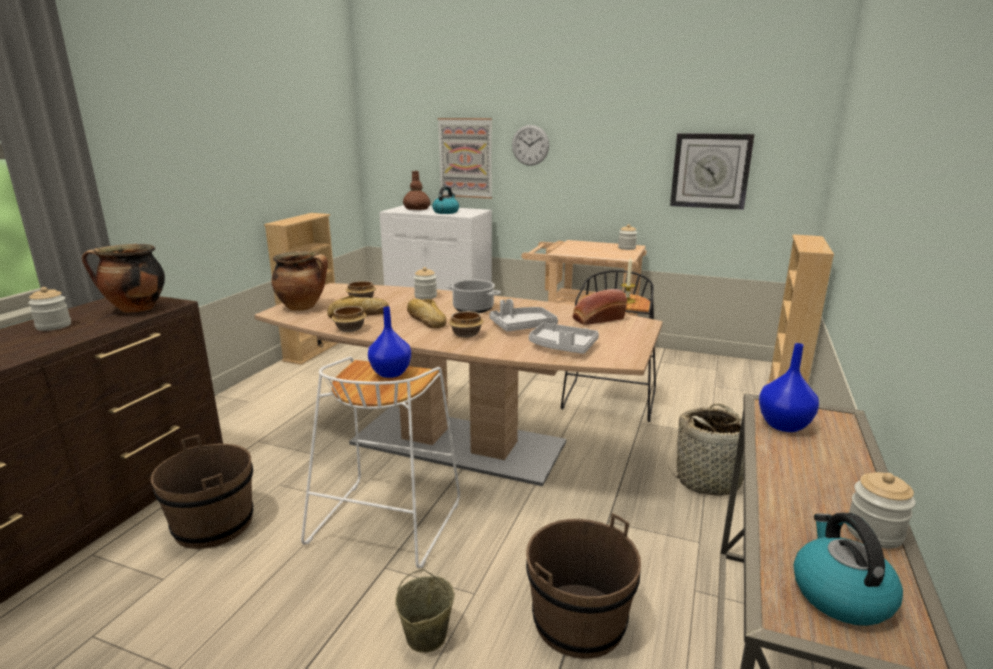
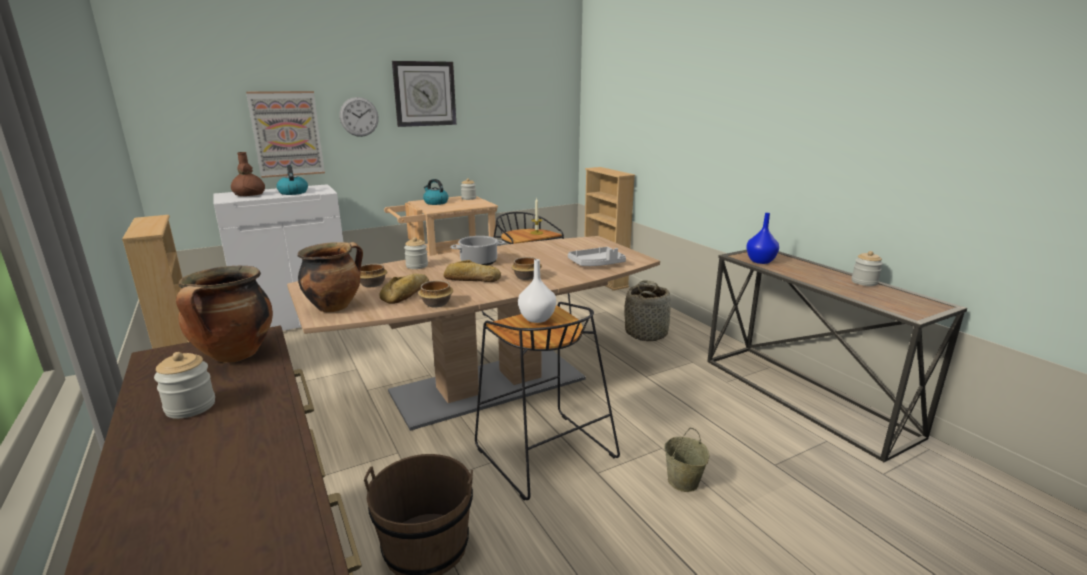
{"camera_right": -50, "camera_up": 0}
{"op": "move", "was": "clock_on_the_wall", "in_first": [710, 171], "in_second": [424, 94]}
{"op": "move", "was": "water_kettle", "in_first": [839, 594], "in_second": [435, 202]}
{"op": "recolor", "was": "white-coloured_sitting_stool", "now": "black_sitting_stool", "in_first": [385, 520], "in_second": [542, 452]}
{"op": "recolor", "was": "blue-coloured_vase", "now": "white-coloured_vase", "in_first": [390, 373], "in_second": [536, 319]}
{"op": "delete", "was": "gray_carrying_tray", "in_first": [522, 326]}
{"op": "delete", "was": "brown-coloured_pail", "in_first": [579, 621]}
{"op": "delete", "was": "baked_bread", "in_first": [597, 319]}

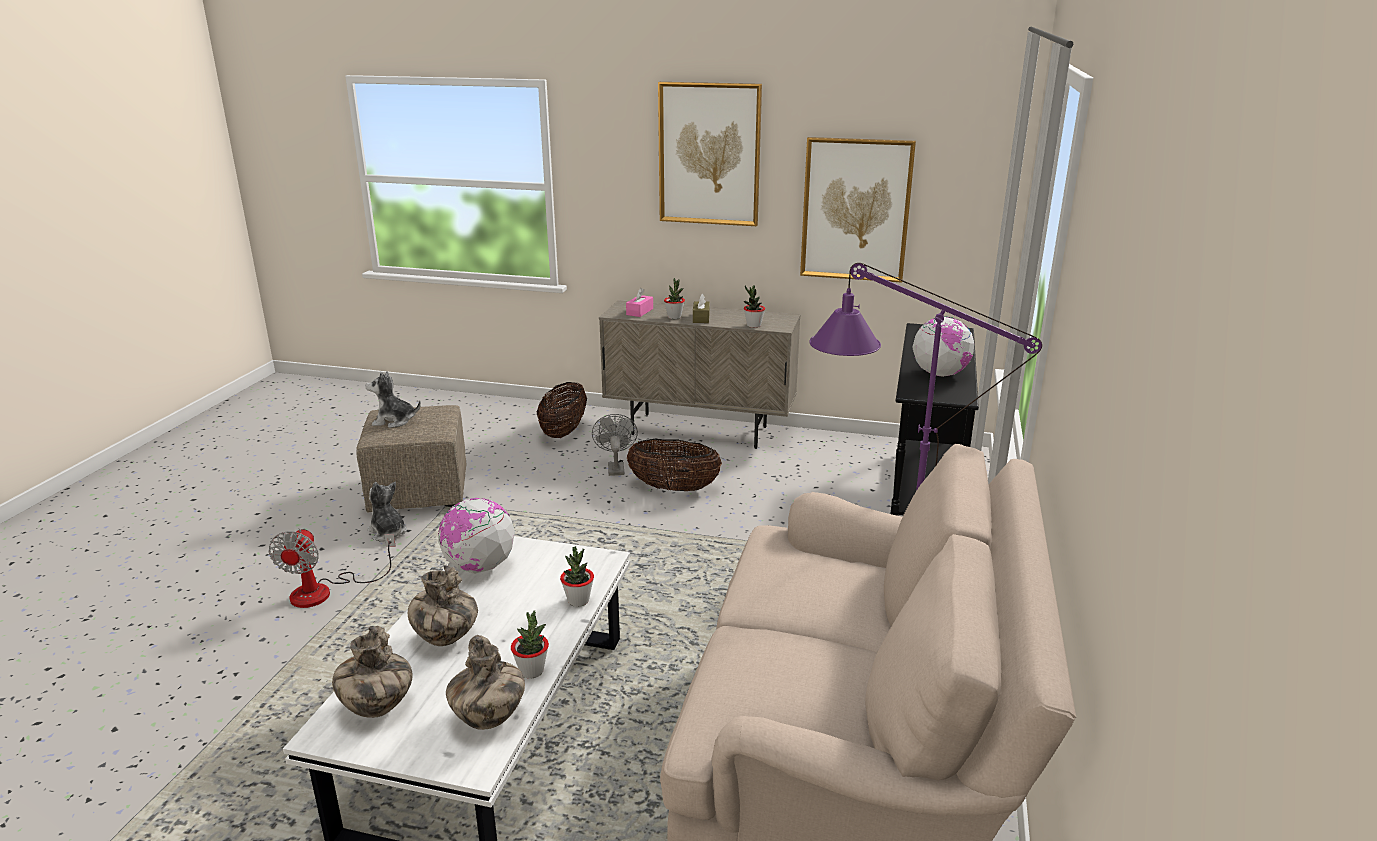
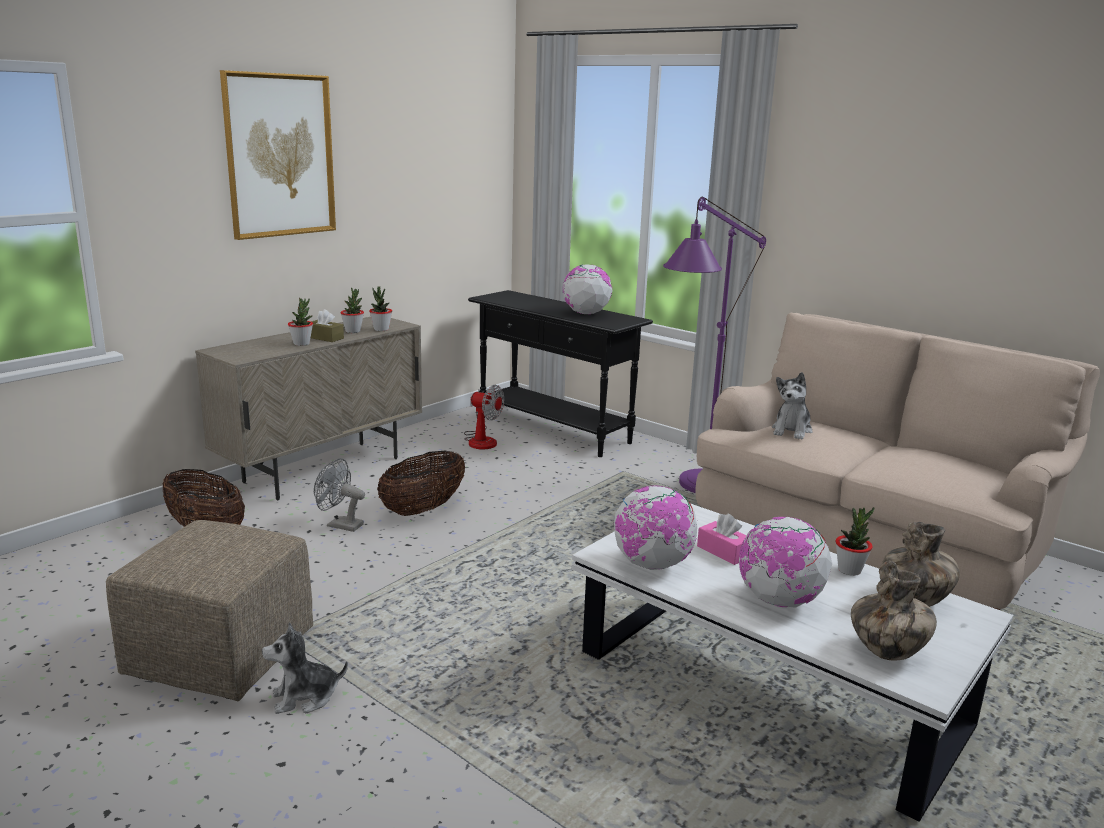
{"camera_right": -65, "camera_up": -5}
{"op": "move", "was": "potted_plant", "in_first": [578, 601], "in_second": [353, 331]}
{"op": "move", "was": "electric_fan", "in_first": [325, 591], "in_second": [481, 440]}
{"op": "move", "was": "pink_tissue_holder", "in_first": [639, 312], "in_second": [723, 552]}
{"op": "replace", "was": "vase", "now": "globe", "in_first": [445, 638], "in_second": [779, 601]}
{"op": "move", "was": "cuddly_toy", "in_first": [394, 421], "in_second": [791, 431]}
{"op": "delete", "was": "wall_art", "in_first": [856, 210]}

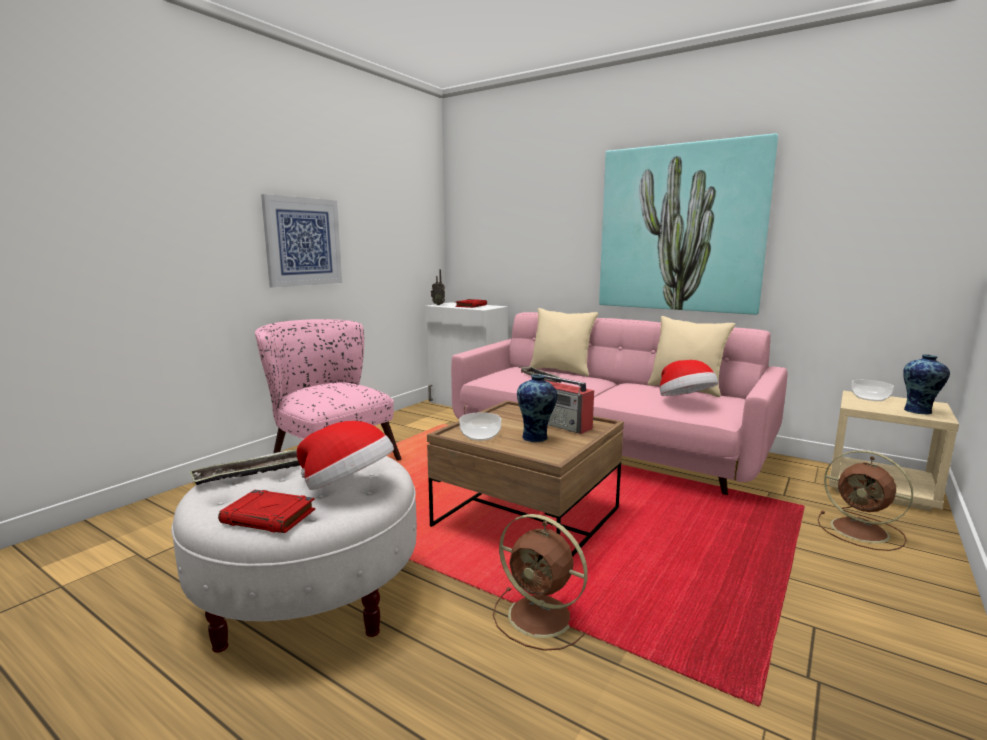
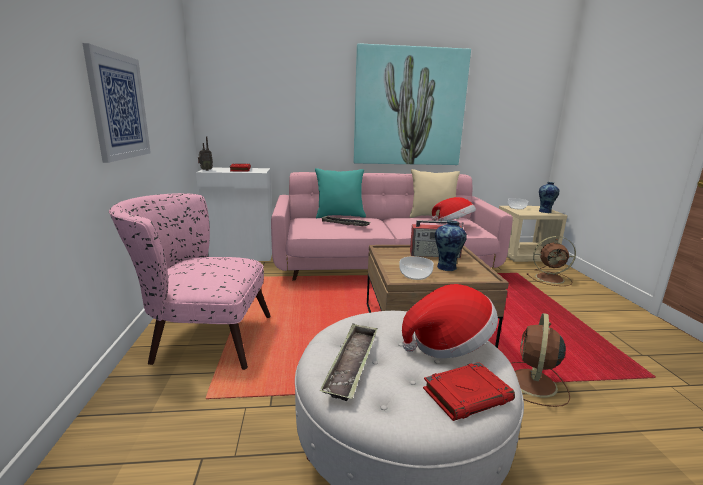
{"camera_right": -40, "camera_up": 5}
{"op": "recolor", "was": "beige-coloured_throw_pillow", "now": "turquoise-coloured_throw_pillow", "in_first": [561, 371], "in_second": [340, 216]}
{"op": "rotate", "was": "brown-coloured_electric_fan", "in_first": [543, 617], "in_second": [533, 384], "clockwise": 120}

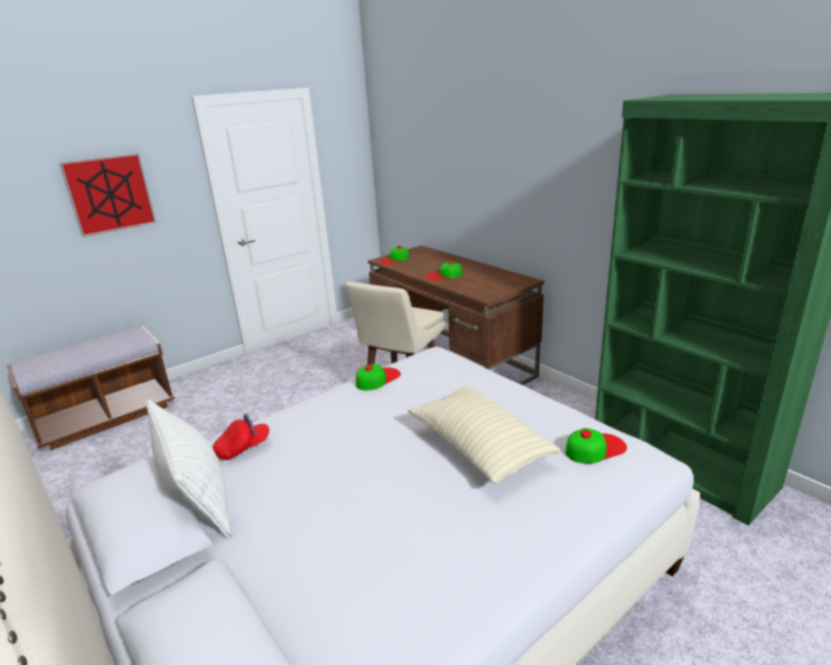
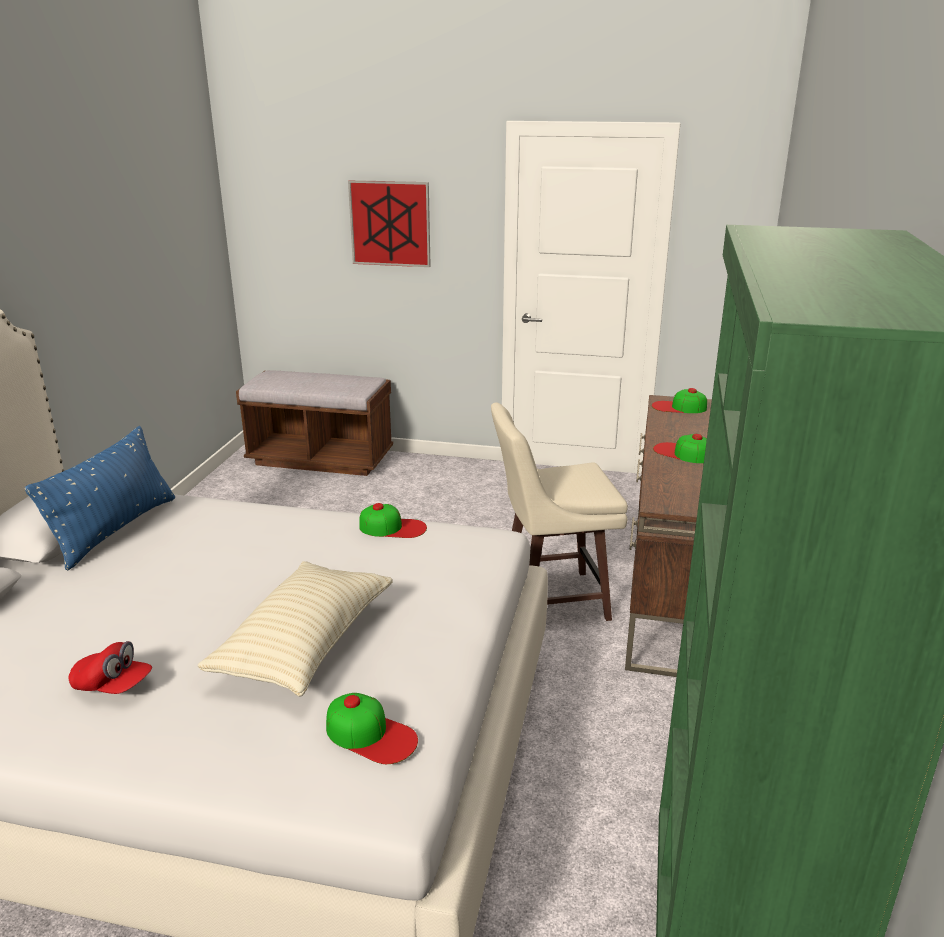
{"camera_right": 50, "camera_up": 0}
{"op": "recolor", "was": "white-coloured_throw_pillow", "now": "blue-coloured_throw_pillow", "in_first": [197, 495], "in_second": [115, 530]}
{"op": "move", "was": "red_baseball_cap", "in_first": [243, 448], "in_second": [113, 685]}

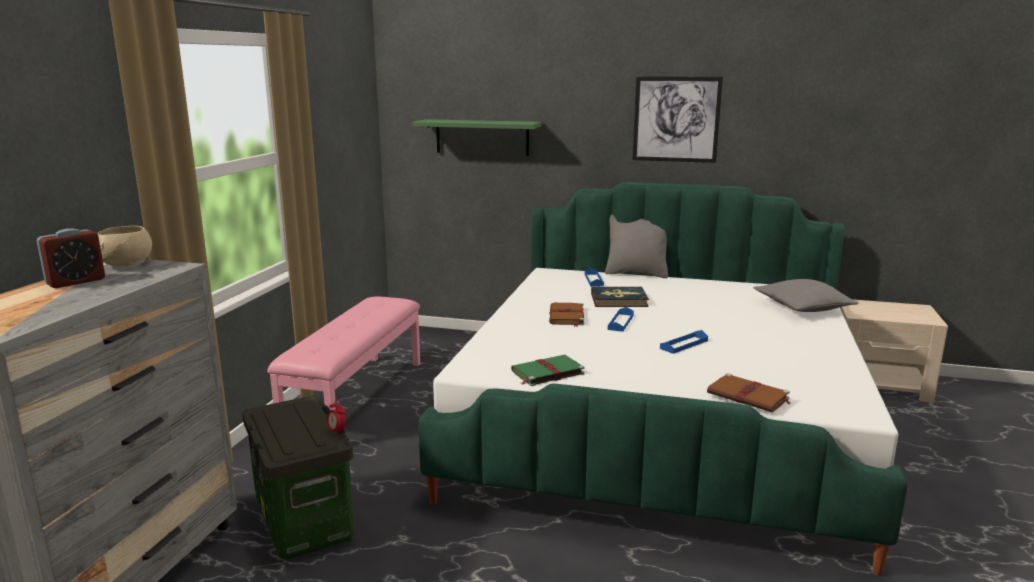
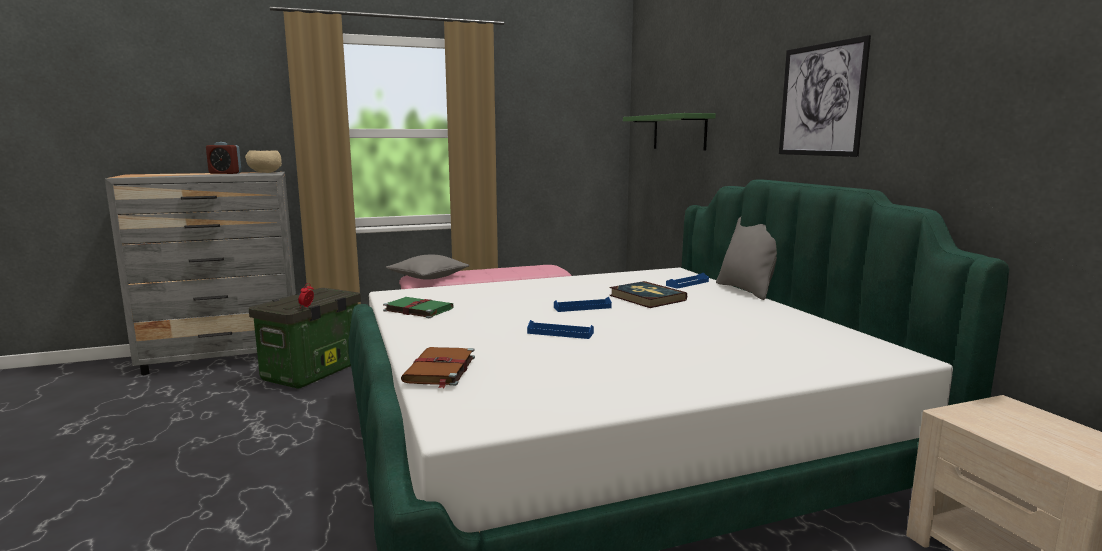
{"camera_right": 55, "camera_up": -5}
{"op": "move", "was": "gray_throw_pillow", "in_first": [802, 308], "in_second": [428, 277]}
{"op": "delete", "was": "brown-coloured_book", "in_first": [566, 316]}

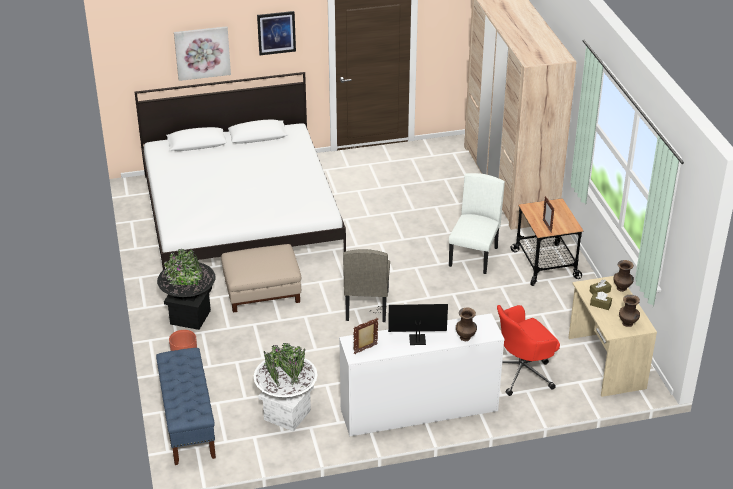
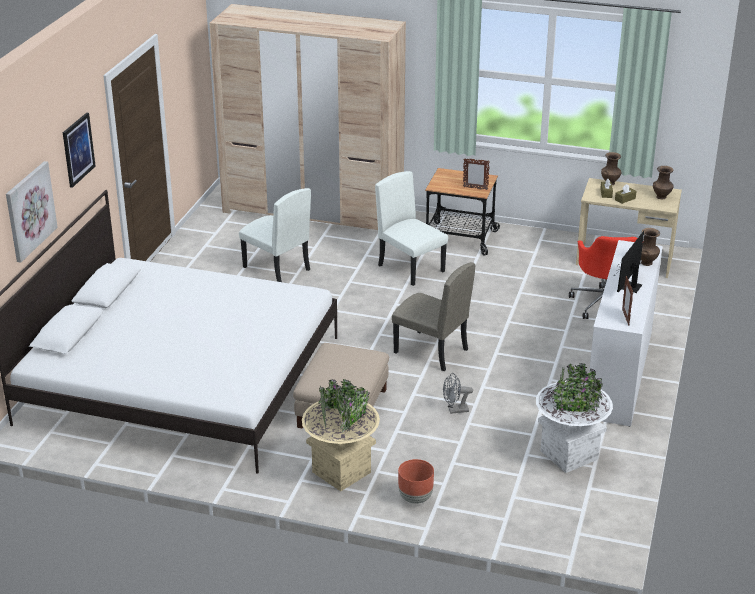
{"camera_right": -60, "camera_up": -5}
{"op": "insert", "now": "white-coloured_chair", "in_second": [276, 268]}
{"op": "recolor", "was": "black_flower_pot", "now": "beige-coloured_flower_pot", "in_first": [190, 317], "in_second": [341, 472]}
{"op": "insert", "now": "gray_electric_fan", "in_second": [455, 410]}
{"op": "delete", "was": "blue-coloured_indoor_bench", "in_first": [188, 423]}

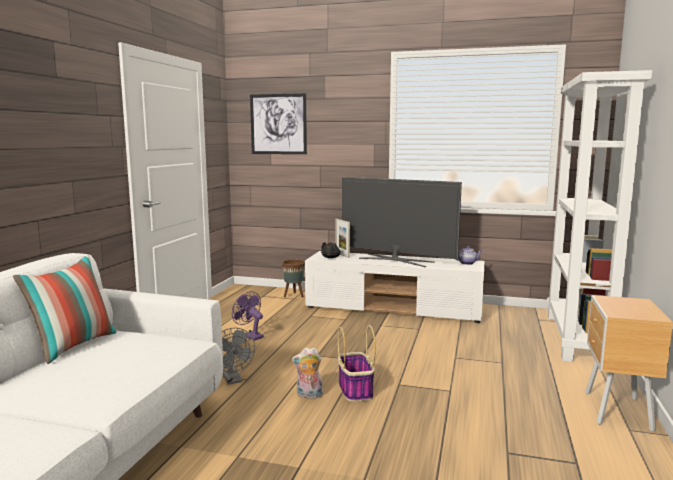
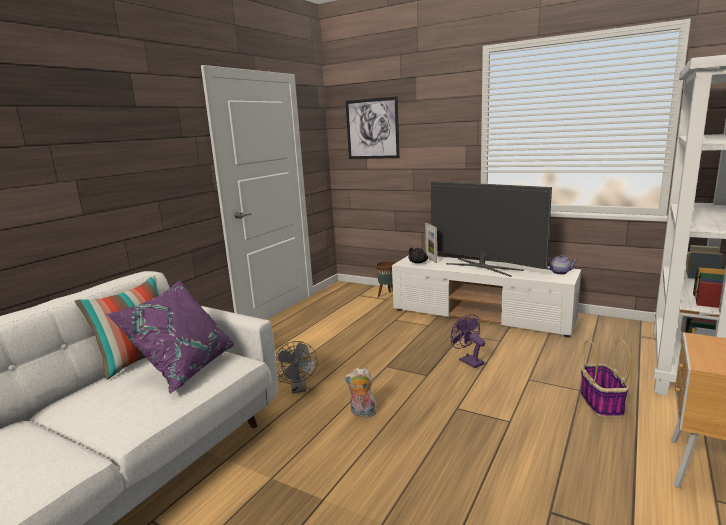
{"camera_right": 15, "camera_up": 5}
{"op": "insert", "now": "purplish_throw_pillow", "in_second": [184, 368]}
{"op": "move", "was": "purplish_electric_fan", "in_first": [249, 336], "in_second": [468, 361]}
{"op": "move", "was": "storage_basket", "in_first": [355, 389], "in_second": [600, 402]}

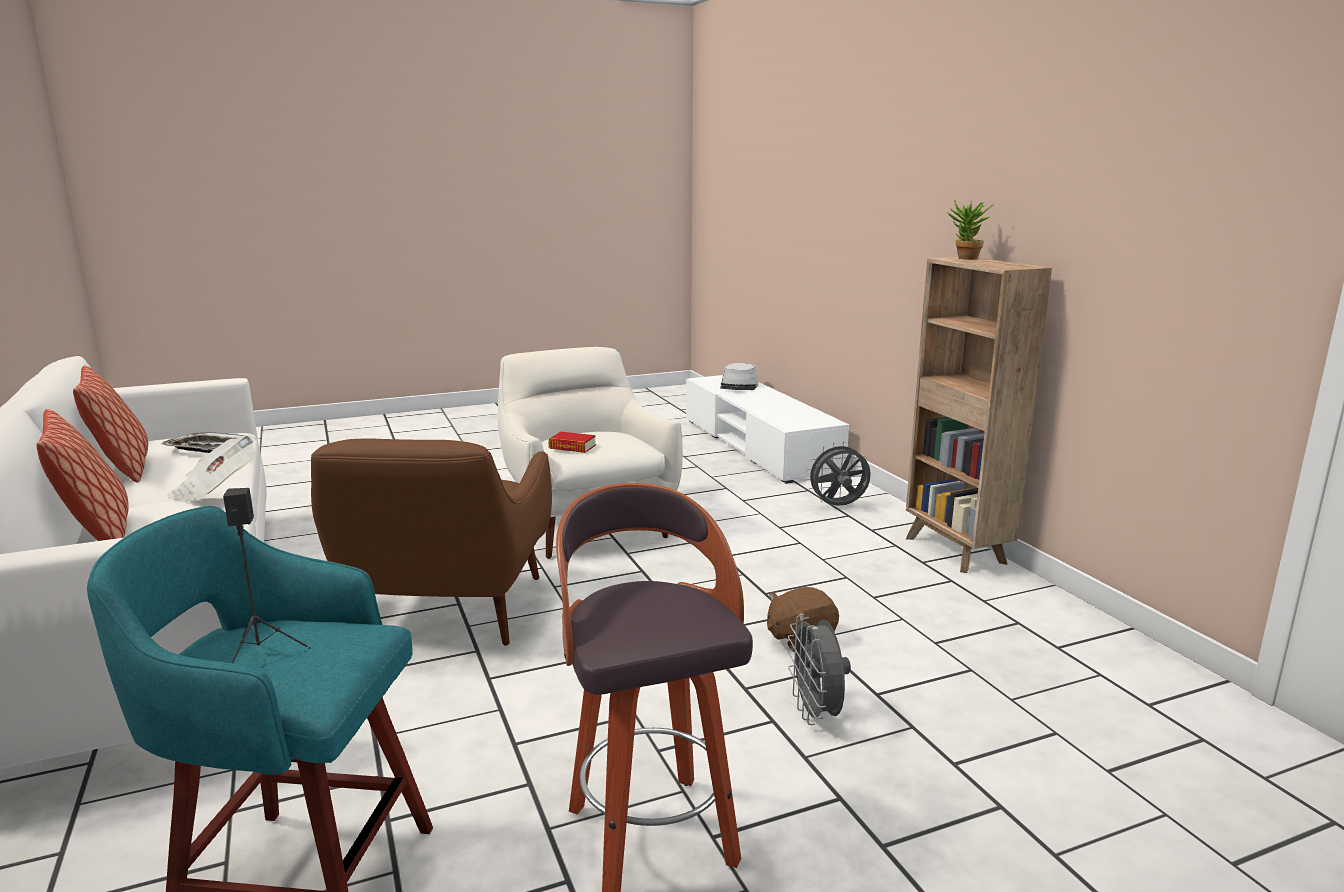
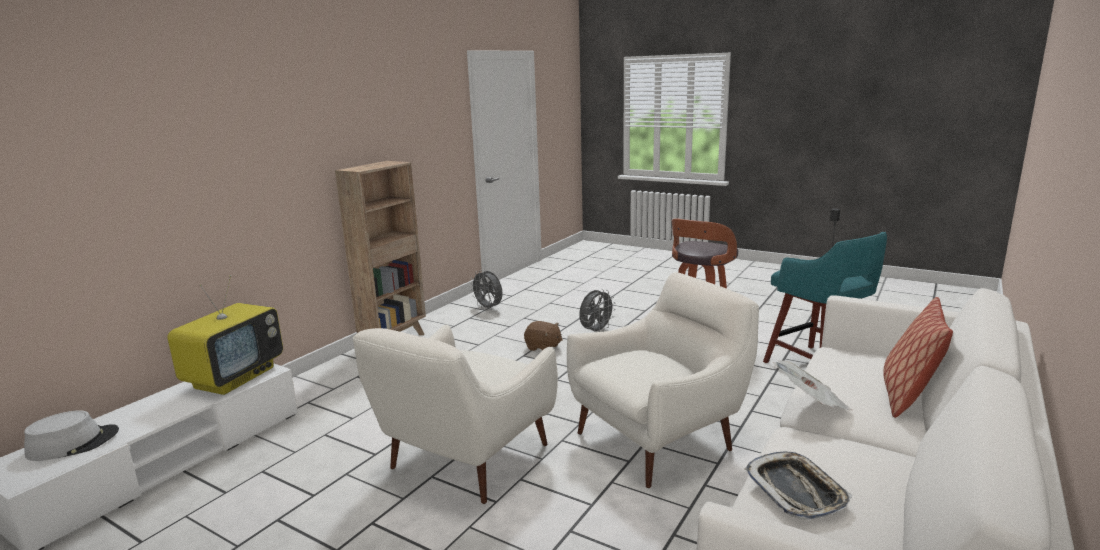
{"camera_right": -125, "camera_up": 0}
{"op": "insert", "now": "TV", "in_second": [235, 377]}
{"op": "move", "was": "gray_electric_fan", "in_first": [838, 507], "in_second": [488, 308]}
{"op": "recolor", "was": "brown-coloured_armchair", "now": "white-coloured_armchair", "in_first": [448, 612], "in_second": [659, 439]}
{"op": "delete", "was": "throw_pillow", "in_first": [123, 470]}
{"op": "delete", "was": "book", "in_first": [572, 447]}
{"op": "delete", "was": "potted_plant", "in_first": [965, 258]}

